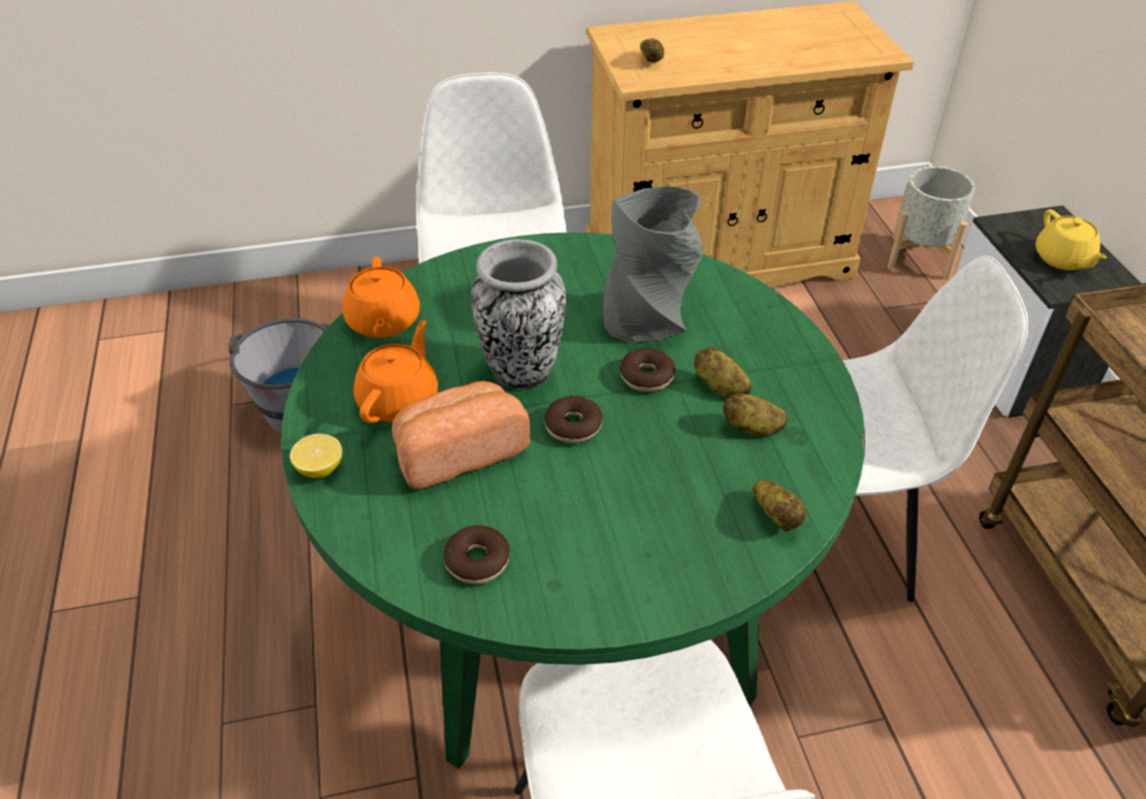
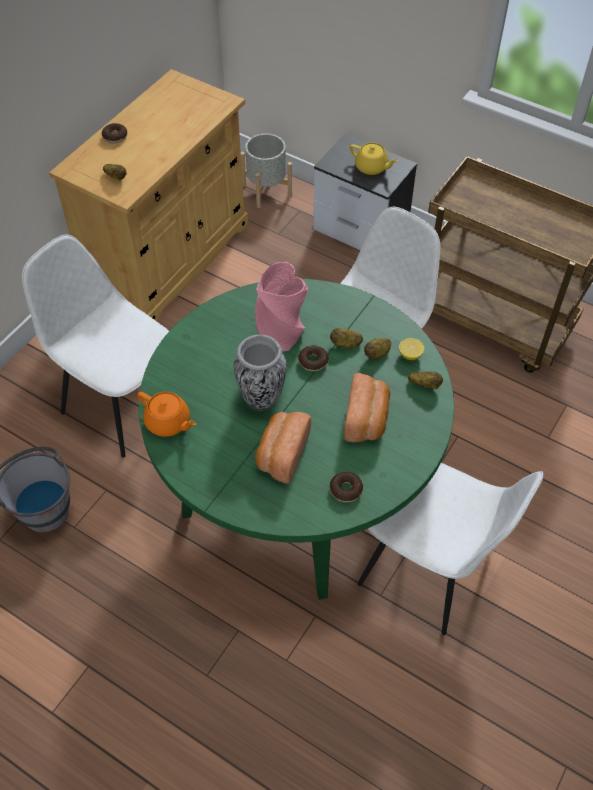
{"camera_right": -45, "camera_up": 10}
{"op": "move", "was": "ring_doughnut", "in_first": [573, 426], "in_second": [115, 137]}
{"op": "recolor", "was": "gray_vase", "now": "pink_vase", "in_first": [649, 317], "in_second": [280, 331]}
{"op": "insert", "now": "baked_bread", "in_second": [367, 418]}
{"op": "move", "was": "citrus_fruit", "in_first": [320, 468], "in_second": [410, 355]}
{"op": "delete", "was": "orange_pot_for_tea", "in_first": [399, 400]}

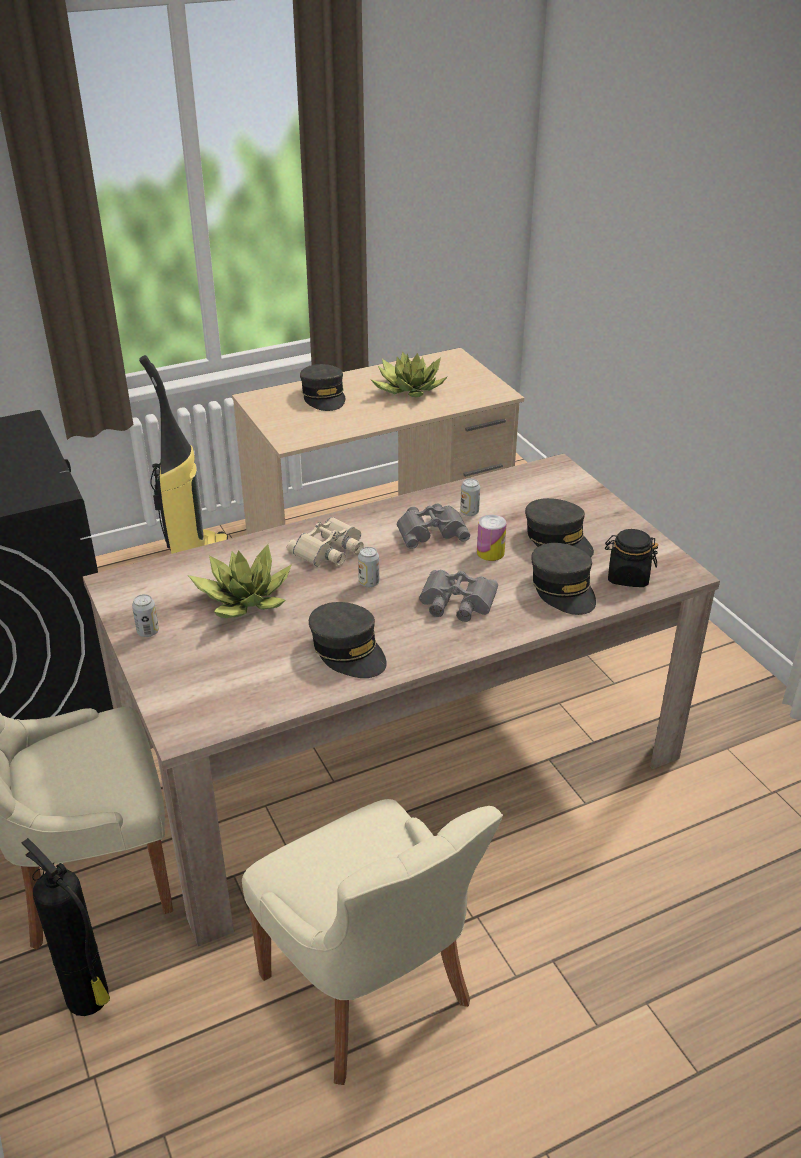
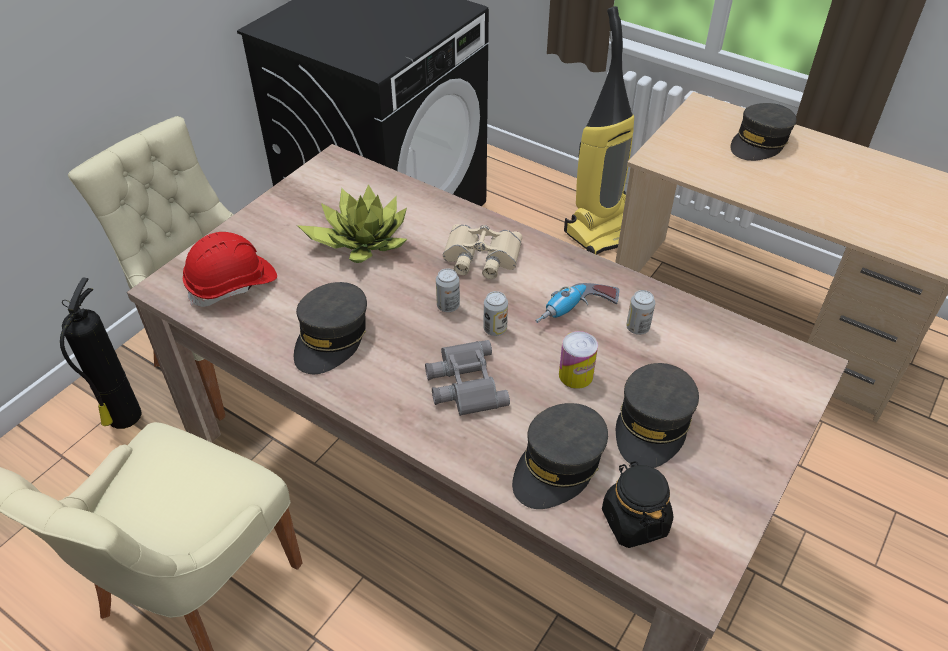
{"camera_right": 60, "camera_up": 10}
{"op": "insert", "now": "red_hard_hat", "in_second": [232, 284]}
{"op": "move", "was": "can", "in_first": [148, 632], "in_second": [495, 329]}
{"op": "replace", "was": "gray_binoculars", "now": "power_drill", "in_first": [431, 530], "in_second": [576, 313]}
{"op": "delete", "was": "potted_plant", "in_first": [407, 389]}

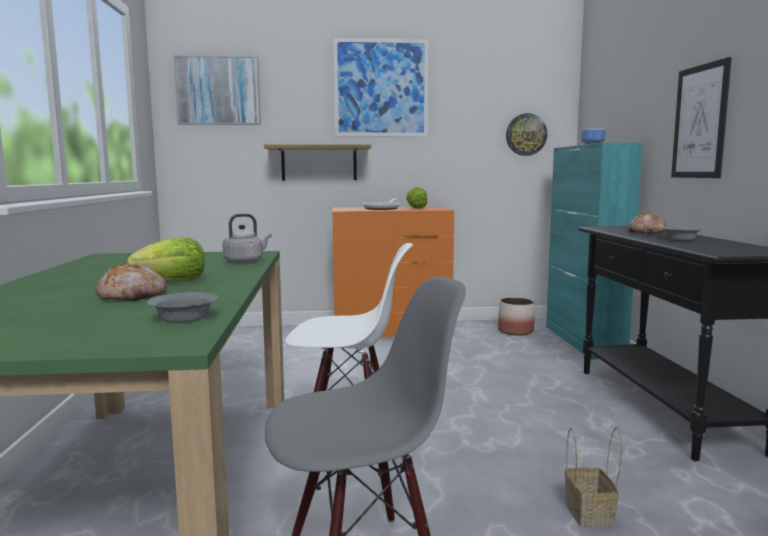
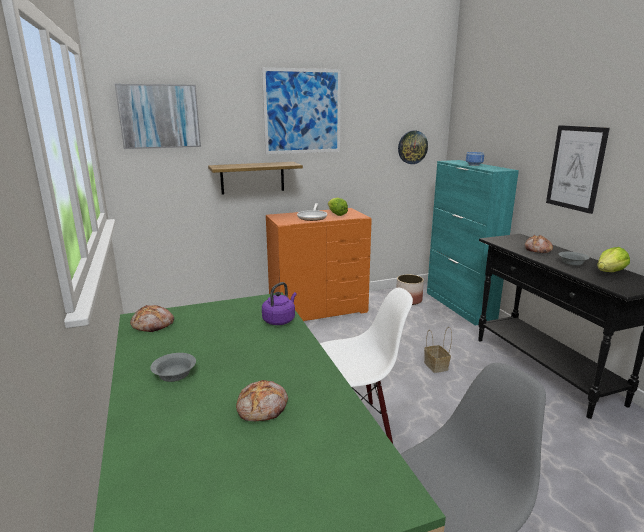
{"camera_right": -15, "camera_up": 10}
{"op": "insert", "now": "baked_bread", "in_second": [153, 325]}
{"op": "move", "was": "gray_bowl", "in_first": [186, 318], "in_second": [176, 374]}
{"op": "recolor", "was": "gray_water_kettle", "now": "purplish_water_kettle", "in_first": [245, 261], "in_second": [280, 320]}
{"op": "move", "was": "storage_basket", "in_first": [590, 513], "in_second": [436, 366]}
{"op": "move", "was": "lettuce", "in_first": [173, 281], "in_second": [609, 272]}

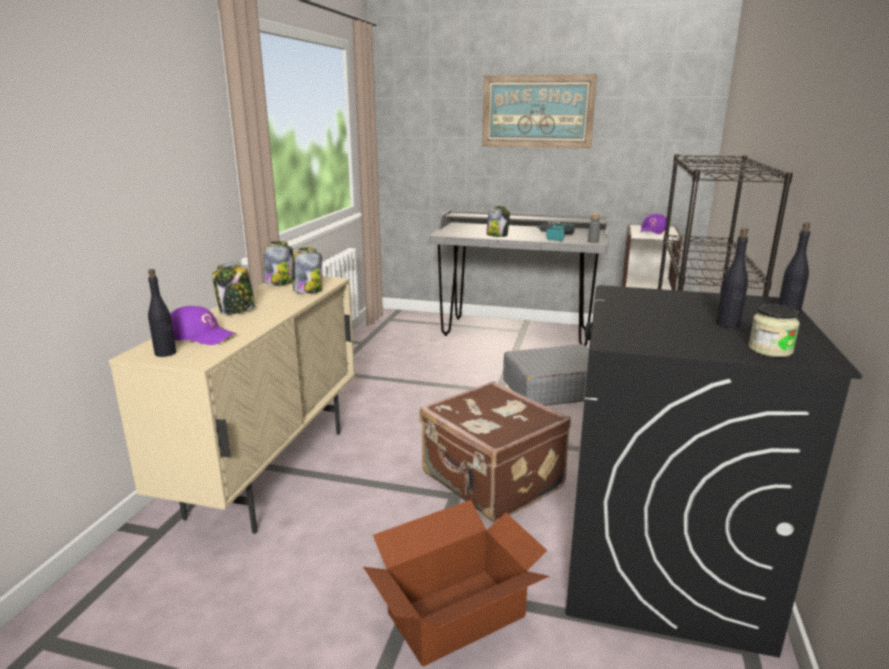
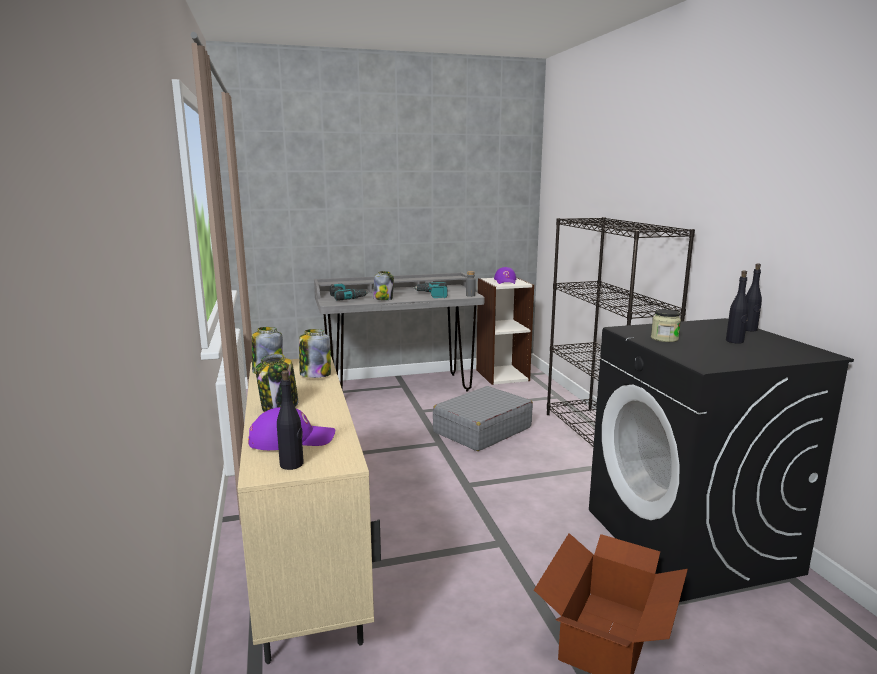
{"camera_right": -30, "camera_up": -5}
{"op": "insert", "now": "power_drill", "in_second": [346, 298]}
{"op": "move", "was": "storage_jar", "in_first": [770, 350], "in_second": [664, 338]}
{"op": "delete", "was": "brown-coloured_travel_case", "in_first": [491, 482]}
{"op": "delete", "was": "wall_art", "in_first": [537, 111]}

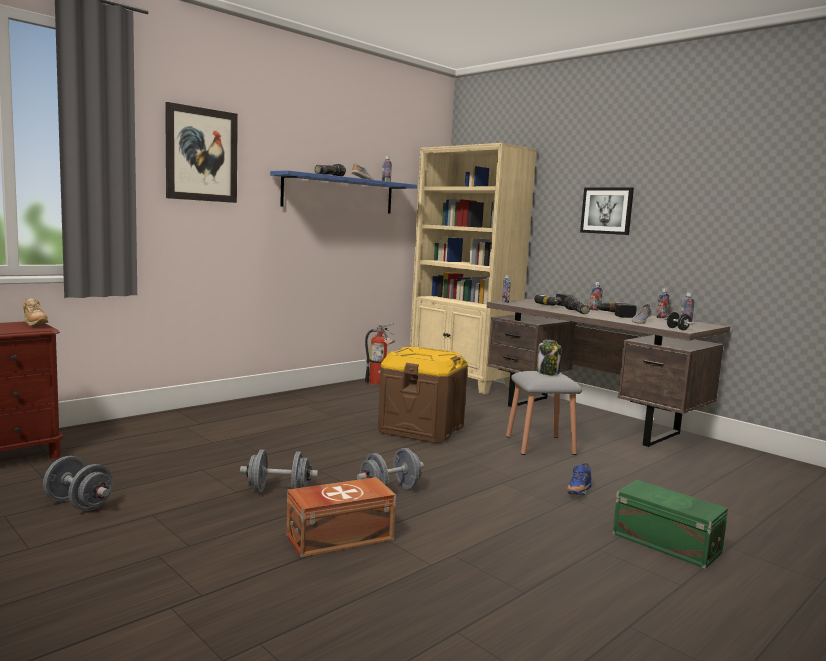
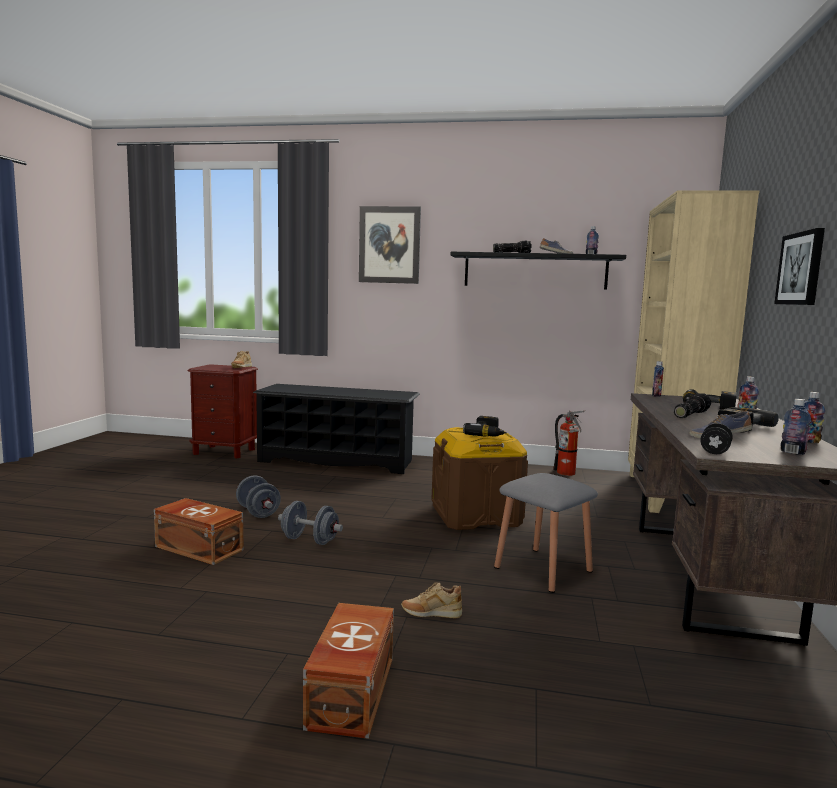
{"camera_right": 55, "camera_up": 0}
{"op": "insert", "now": "black_shoe_shelf", "in_second": [337, 461]}
{"op": "recolor", "was": "green_storage_bin", "now": "brown-coloured_storage_bin", "in_first": [667, 544], "in_second": [349, 693]}
{"op": "recolor", "was": "blue-coloured_item_of_footwear", "now": "beige-coloured_item_of_footwear", "in_first": [578, 492], "in_second": [431, 615]}
{"op": "recolor", "was": "blue-coloured_bracket_shelf", "now": "black_bracket_shelf", "in_first": [339, 194], "in_second": [535, 271]}
{"op": "insert", "now": "power_drill", "in_second": [488, 434]}
{"op": "delete", "was": "gray_hand_weight", "in_first": [79, 504]}
{"op": "delete", "was": "storage_jar", "in_first": [548, 373]}

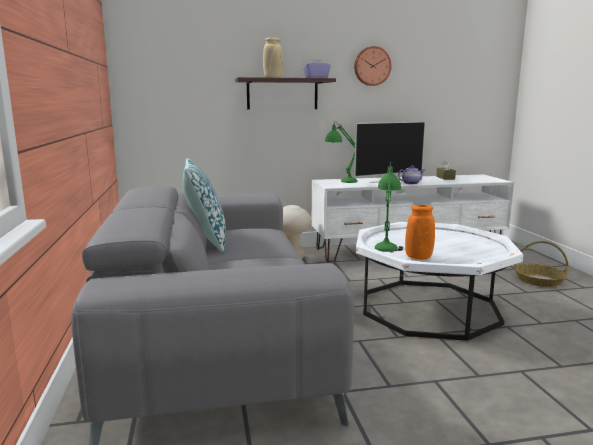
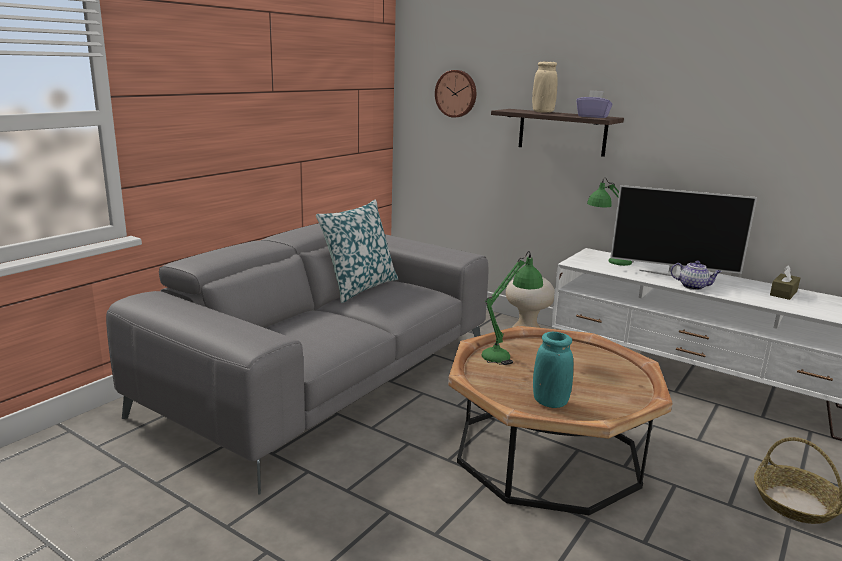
{"camera_right": 45, "camera_up": 5}
{"op": "move", "was": "clock_on_the_wall", "in_first": [372, 66], "in_second": [456, 93]}
{"op": "recolor", "was": "white-coloured_lounge_table", "now": "brown-coloured_lounge_table", "in_first": [429, 308], "in_second": [547, 453]}
{"op": "insert", "now": "turquoise-coloured_vase", "in_second": [549, 402]}
{"op": "delete", "was": "orange_vase", "in_first": [418, 257]}

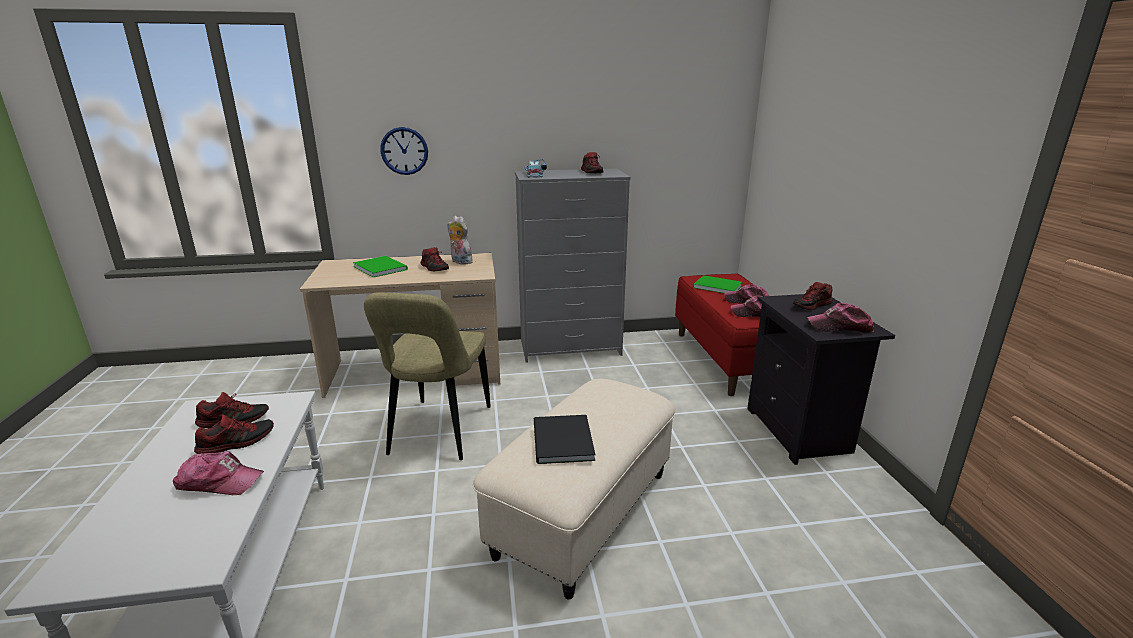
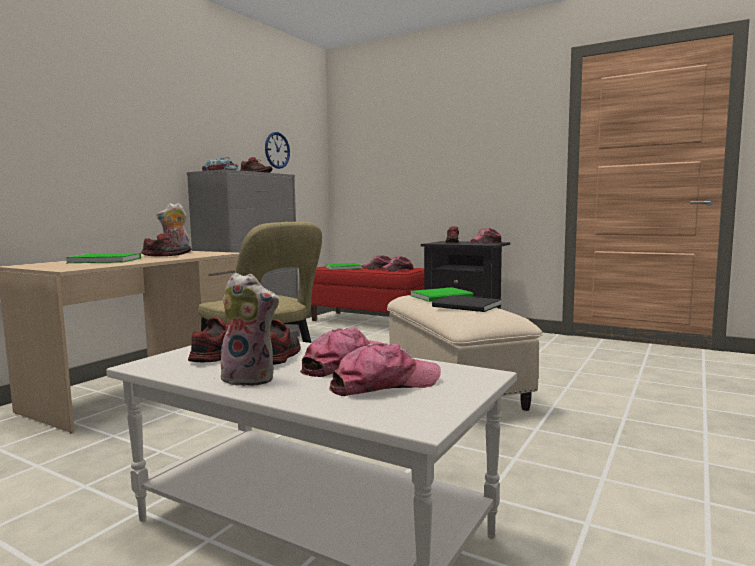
{"camera_right": -50, "camera_up": -15}
{"op": "insert", "now": "cuddly_toy", "in_second": [251, 378]}
{"op": "move", "was": "clock_on_the_wall", "in_first": [404, 151], "in_second": [277, 150]}
{"op": "insert", "now": "baseball_cap", "in_second": [384, 385]}
{"op": "insert", "now": "green_book", "in_second": [443, 296]}

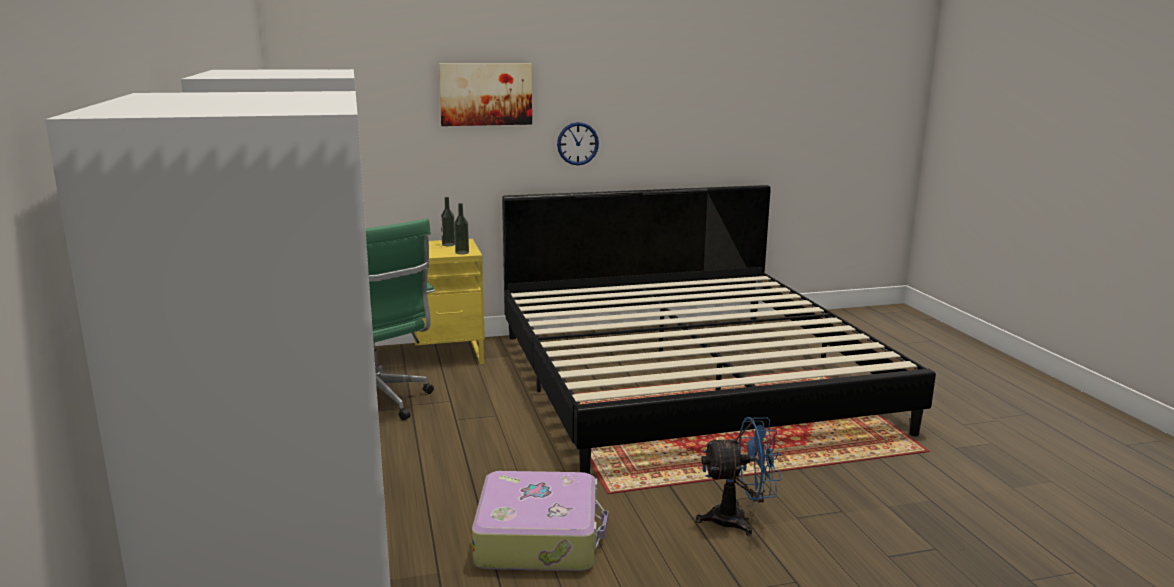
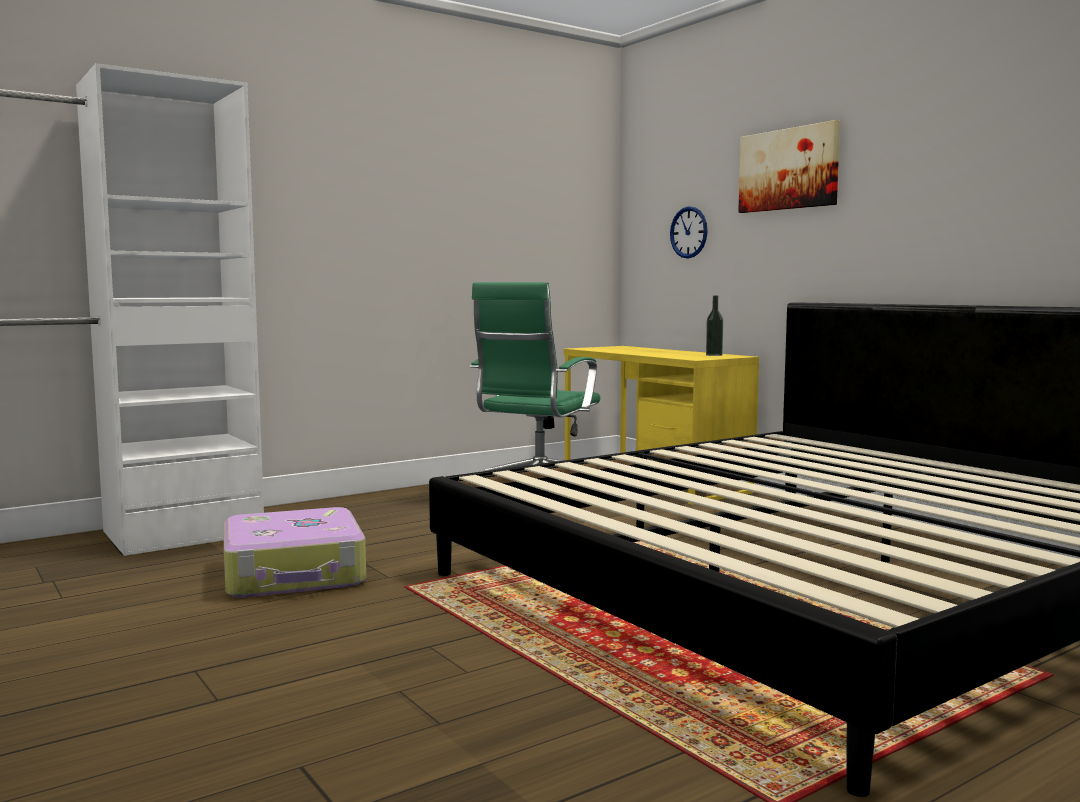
{"camera_right": 70, "camera_up": -10}
{"op": "move", "was": "clock_on_the_wall", "in_first": [577, 143], "in_second": [689, 232]}
{"op": "delete", "was": "bottle", "in_first": [462, 252]}
{"op": "delete", "was": "blue-coloured_electric_fan", "in_first": [738, 519]}

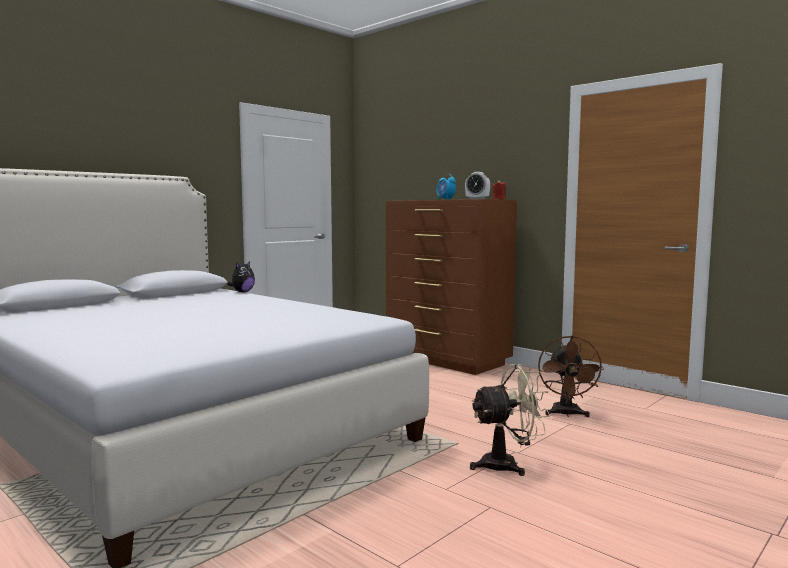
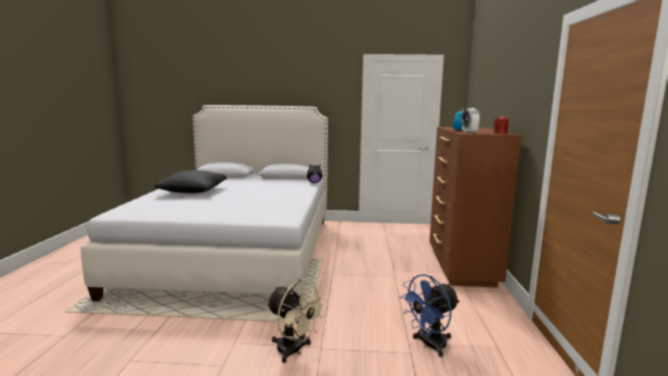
{"camera_right": 50, "camera_up": 5}
{"op": "insert", "now": "black_throw_pillow", "in_second": [193, 191]}
{"op": "recolor", "was": "brown-coloured_electric_fan", "now": "blue-coloured_electric_fan", "in_first": [566, 414], "in_second": [429, 345]}

